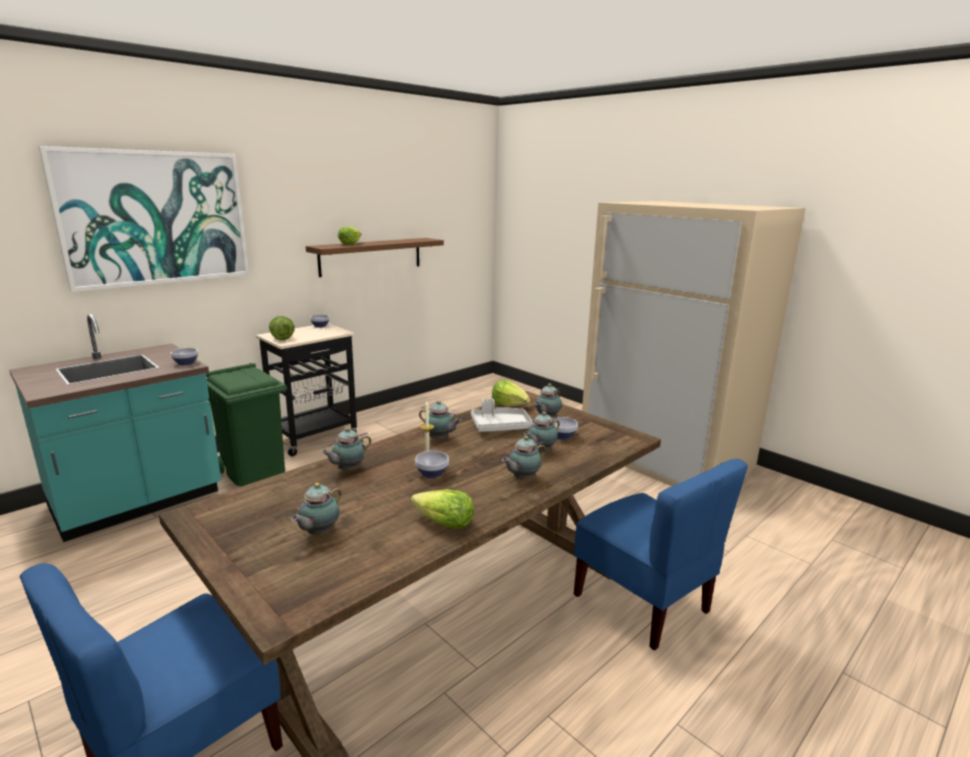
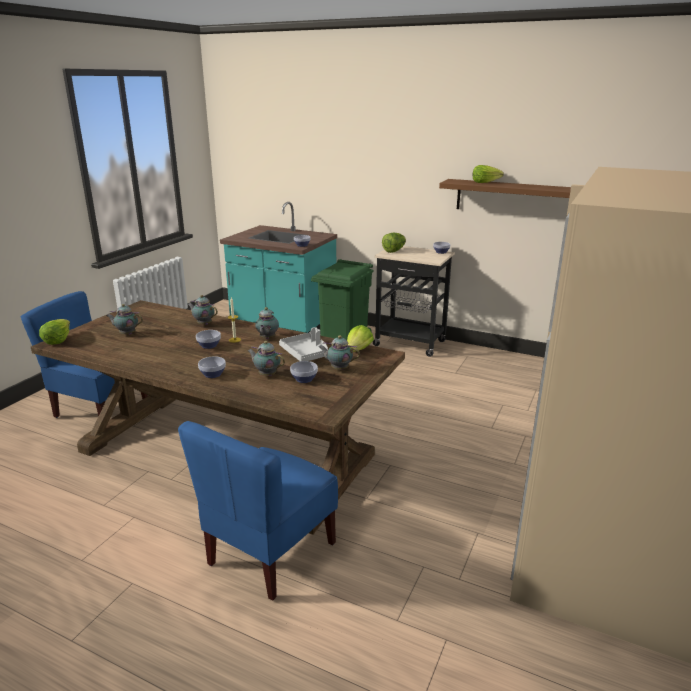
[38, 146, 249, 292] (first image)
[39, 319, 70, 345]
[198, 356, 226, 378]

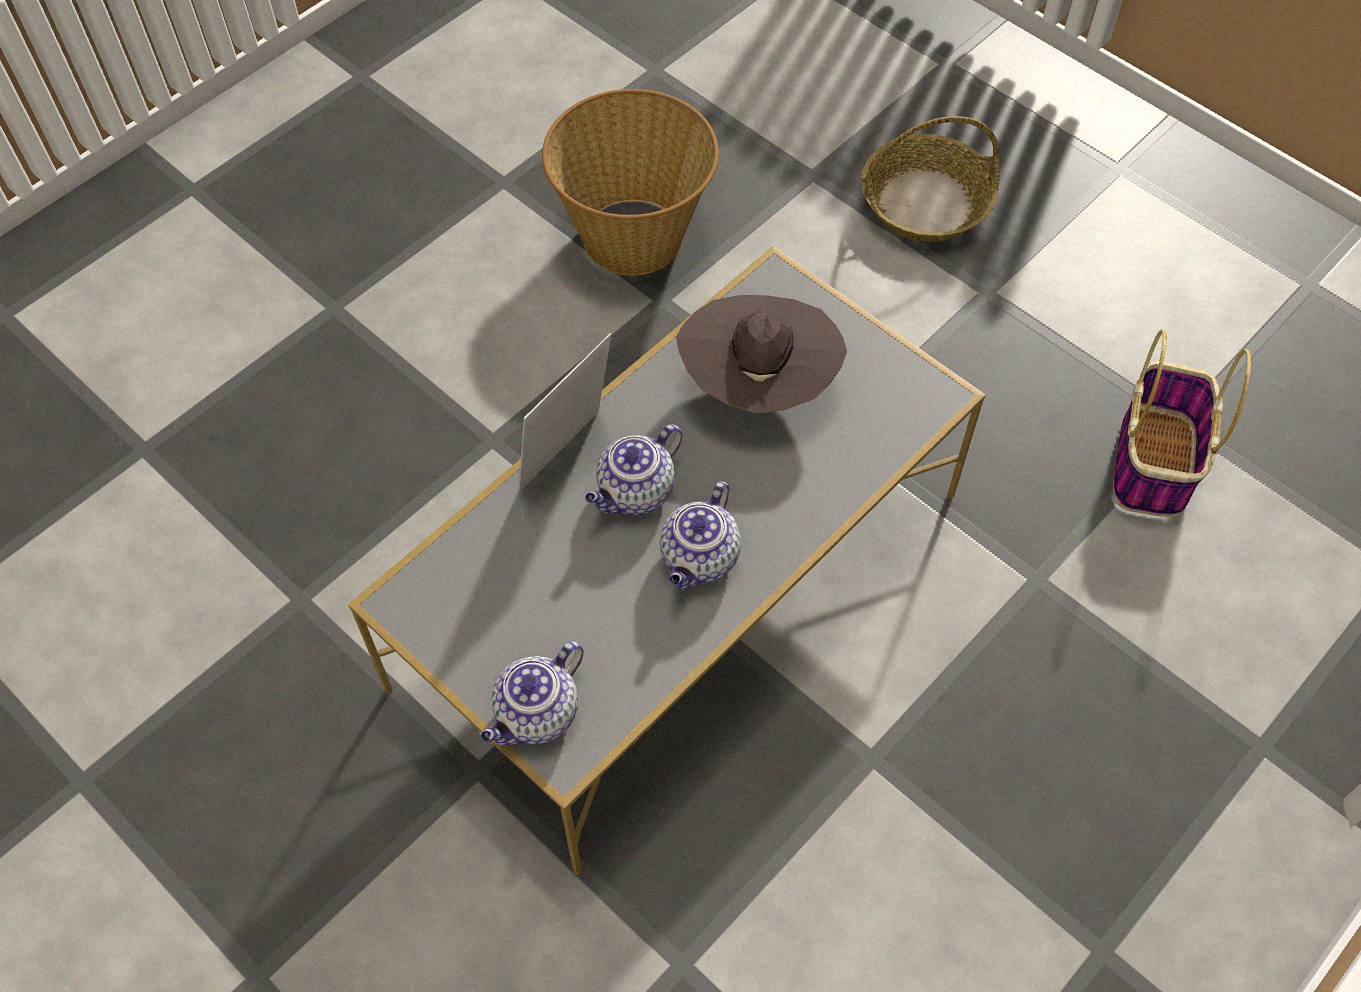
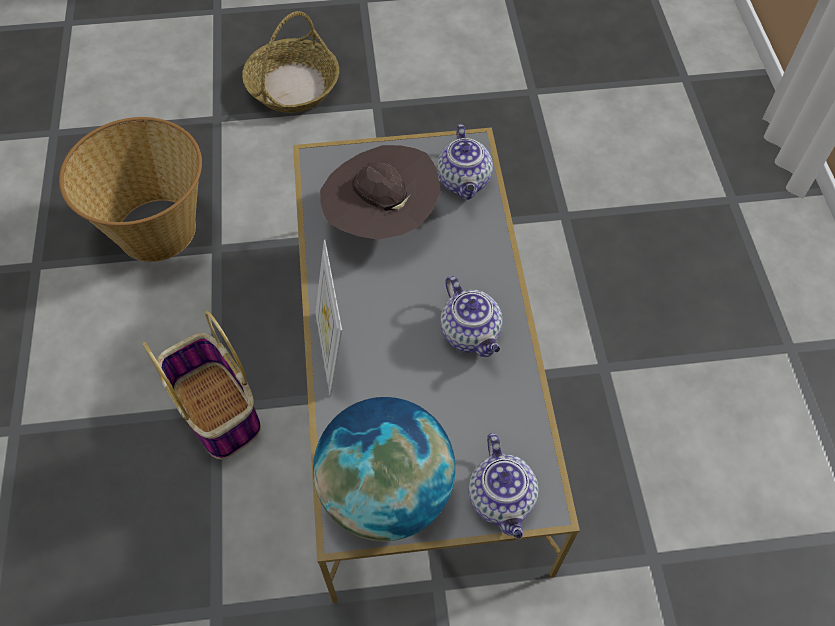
[313, 397, 455, 541]
[437, 124, 493, 200]
[142, 311, 261, 460]

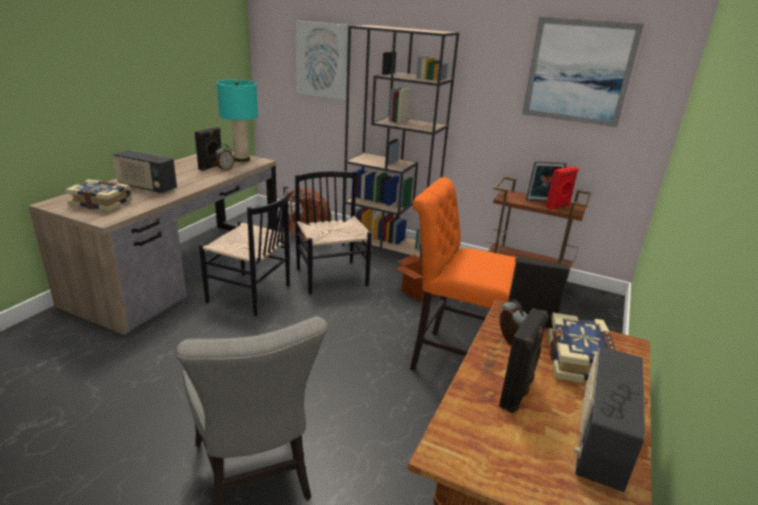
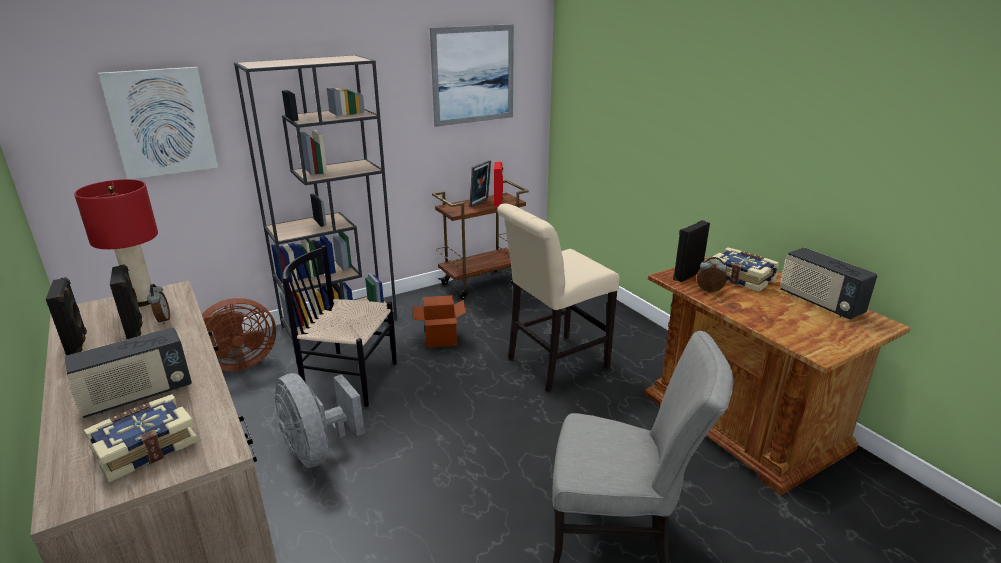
[46, 277, 87, 356]
[274, 373, 365, 468]
[74, 179, 158, 307]
[497, 203, 620, 392]

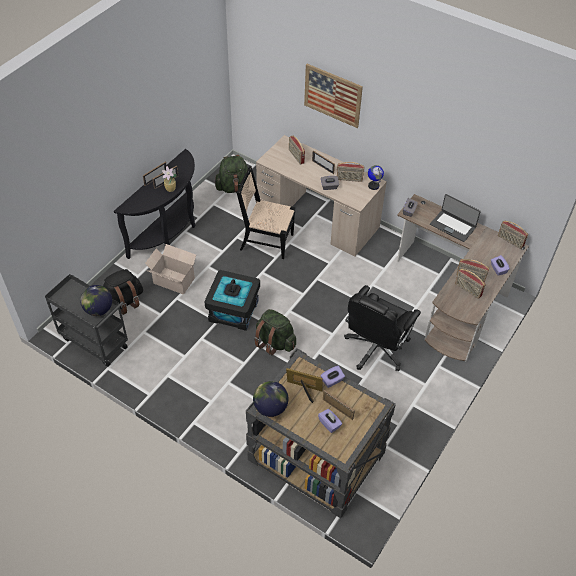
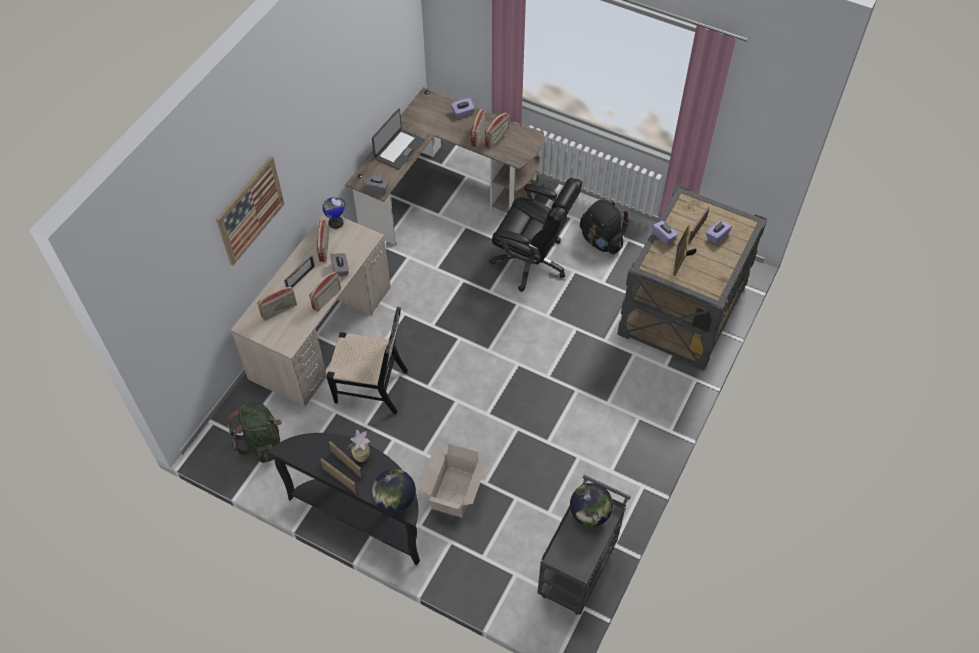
[204, 270, 260, 331] (first image)
[254, 309, 296, 355] (first image)
[580, 199, 629, 254]
[372, 469, 416, 513]
[309, 271, 341, 312]
[327, 307, 408, 414]

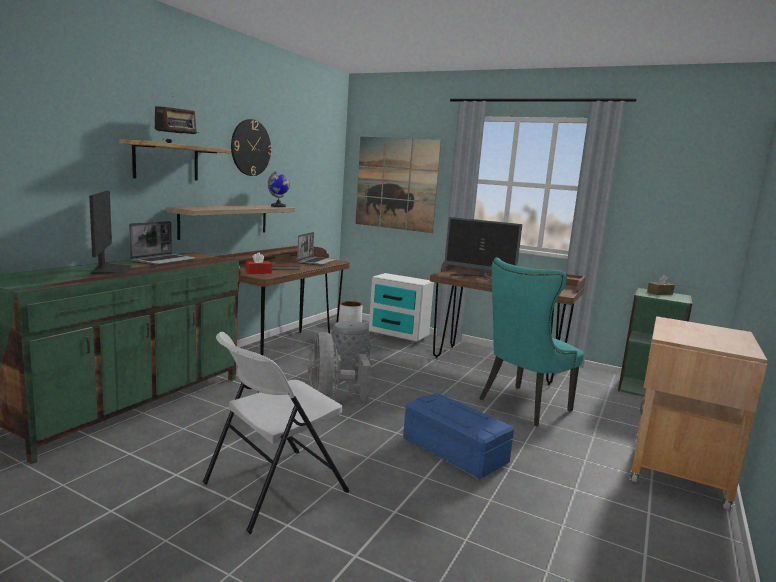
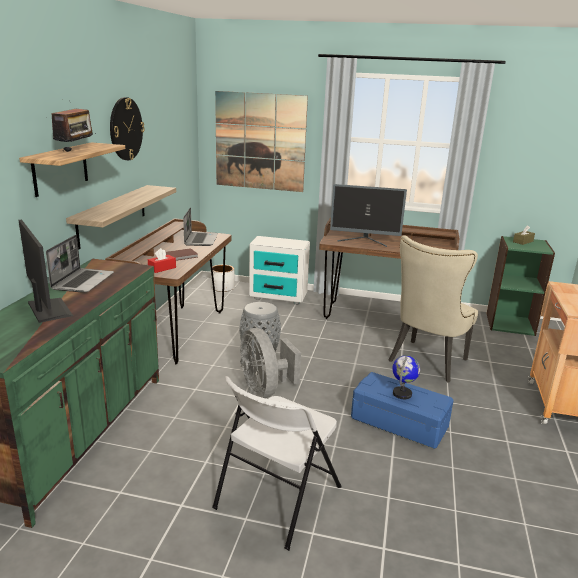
[392, 355, 420, 399]
[389, 235, 478, 382]

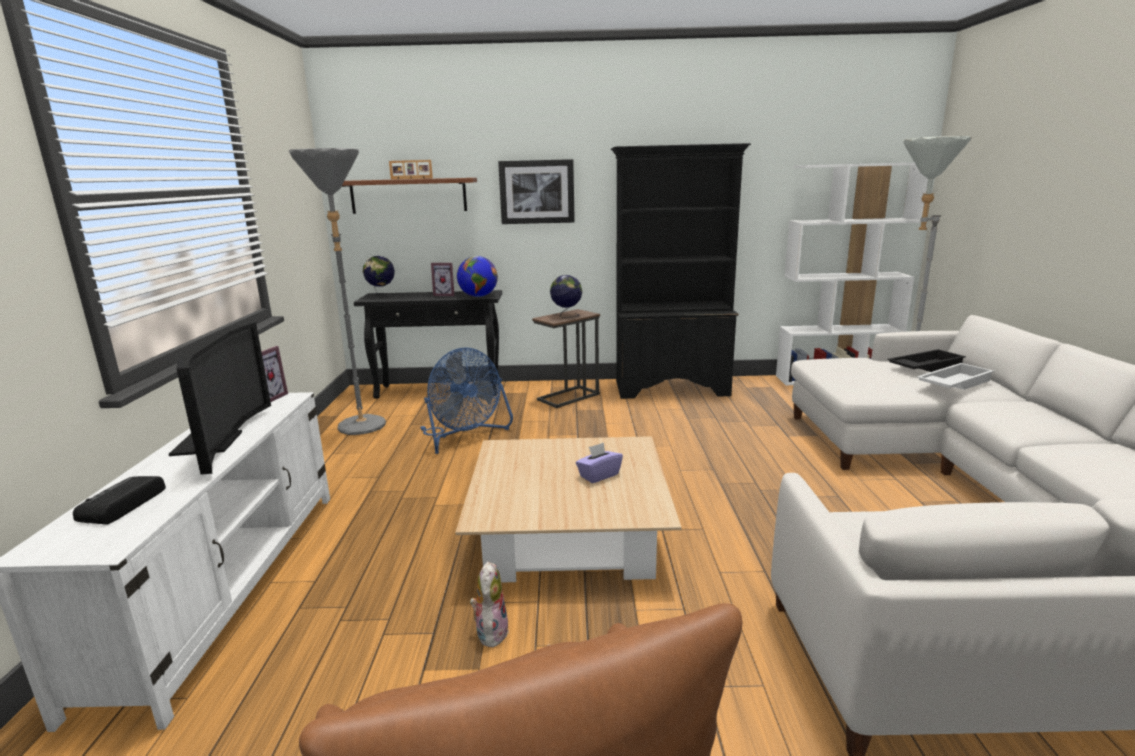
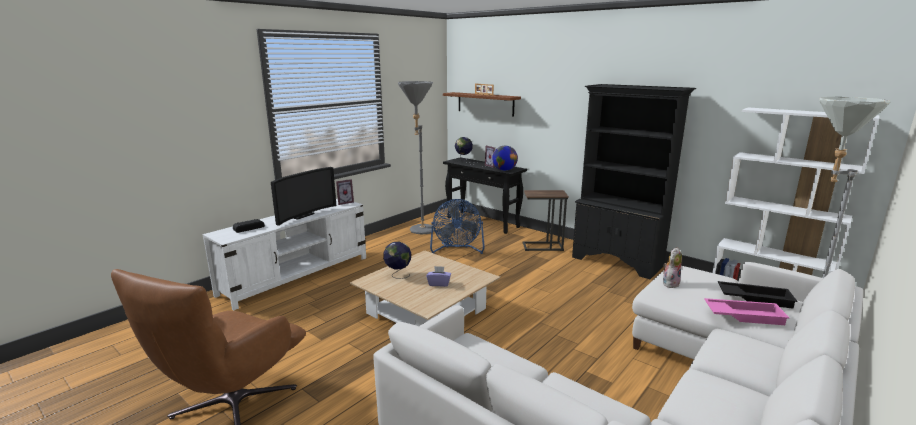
[498, 159, 575, 224] (first image)
[663, 247, 682, 288]
[383, 242, 411, 279]
[704, 298, 789, 325]

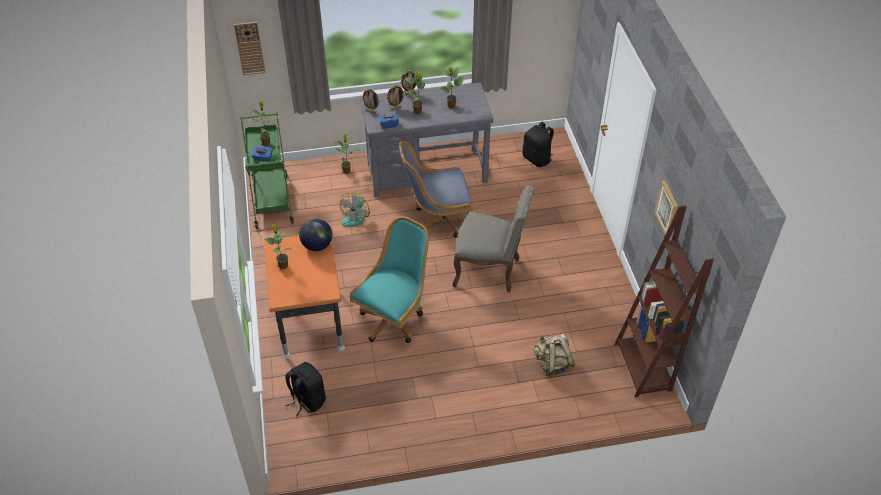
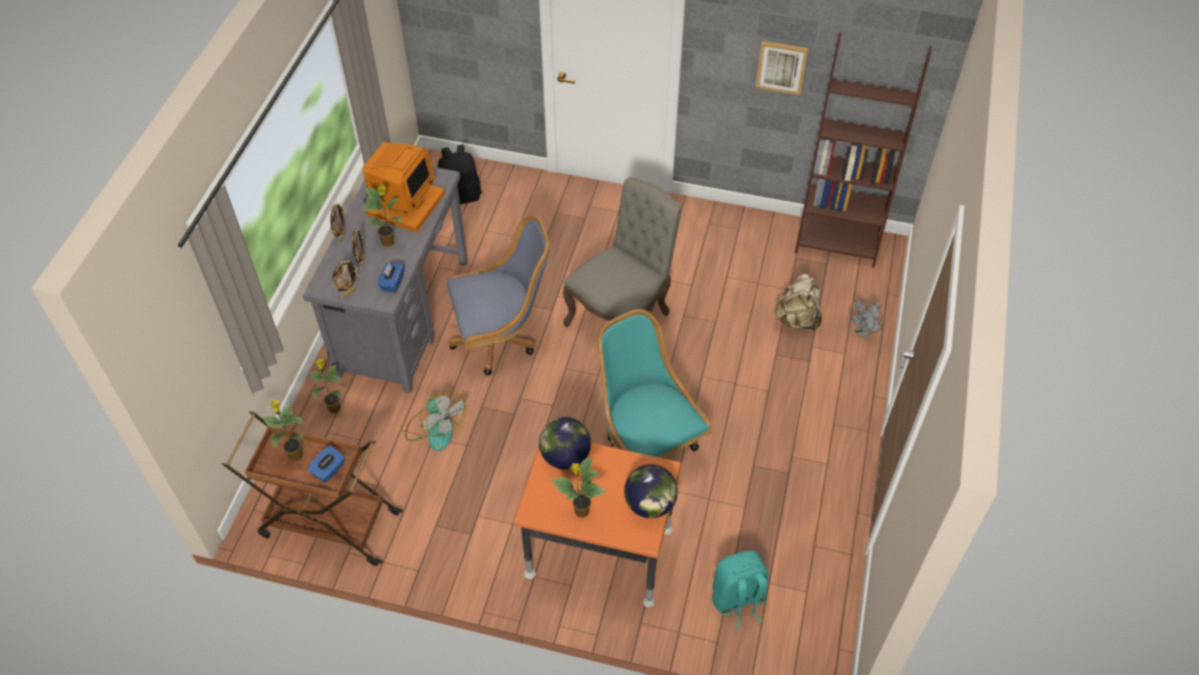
[234, 22, 266, 75] (first image)
[624, 464, 678, 518]
[849, 299, 884, 339]
[363, 141, 445, 232]
[222, 411, 403, 566]
[712, 550, 769, 629]
[447, 215, 550, 375]

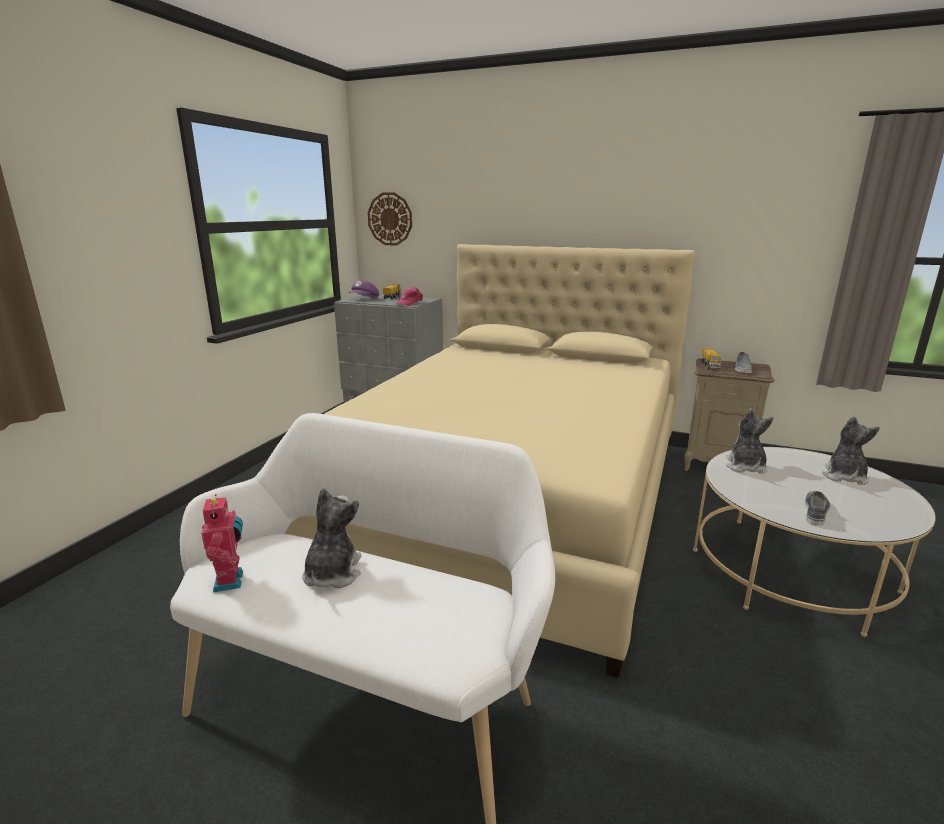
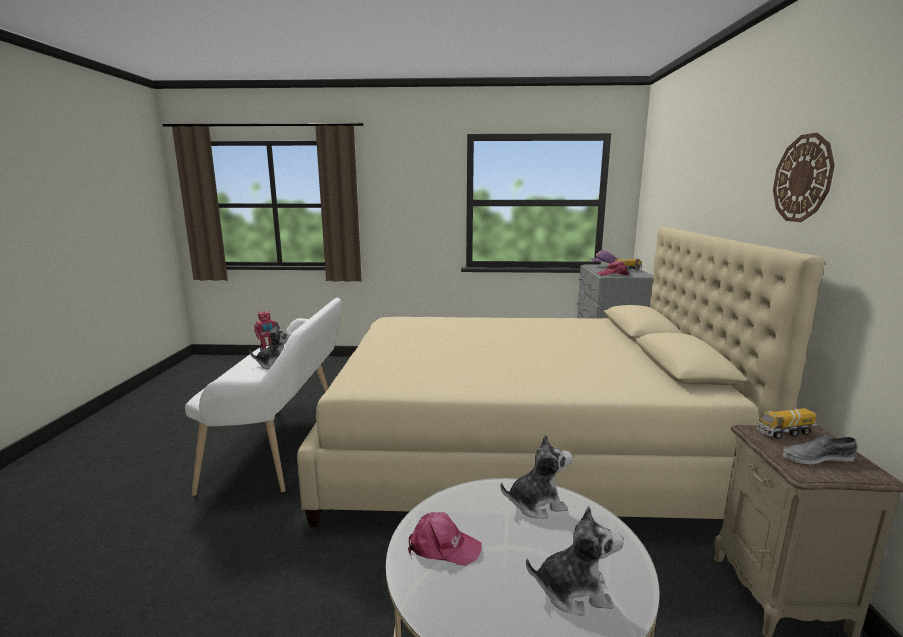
[773, 133, 835, 222]
[408, 512, 482, 566]

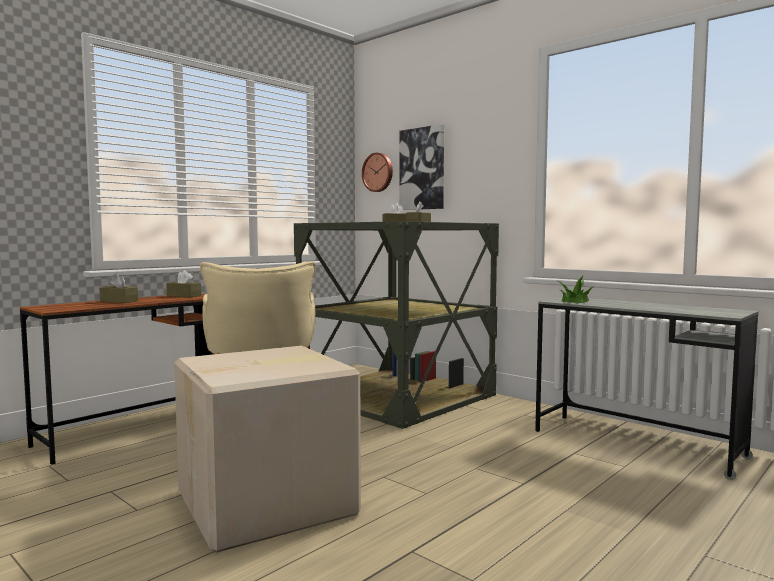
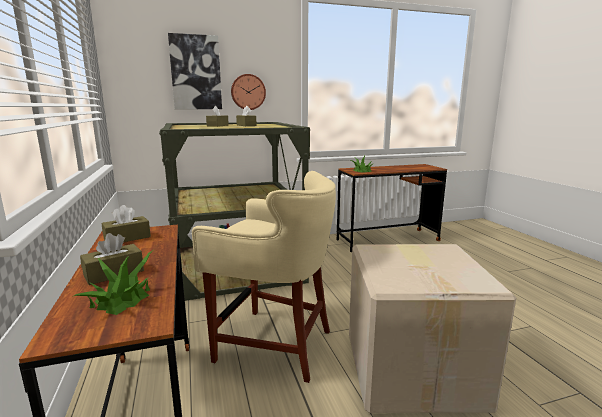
[72, 251, 152, 315]
[231, 74, 266, 110]
[337, 164, 447, 252]

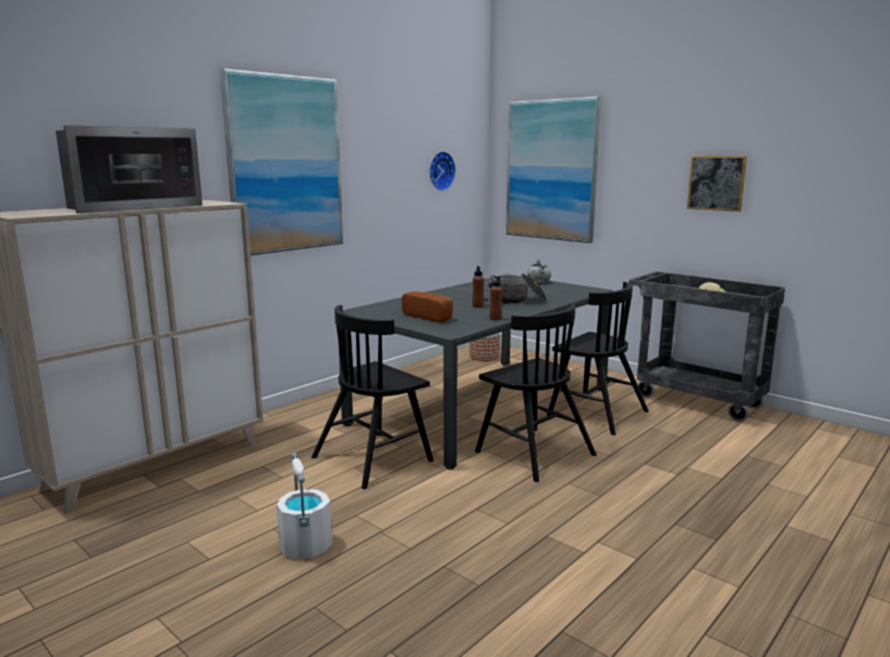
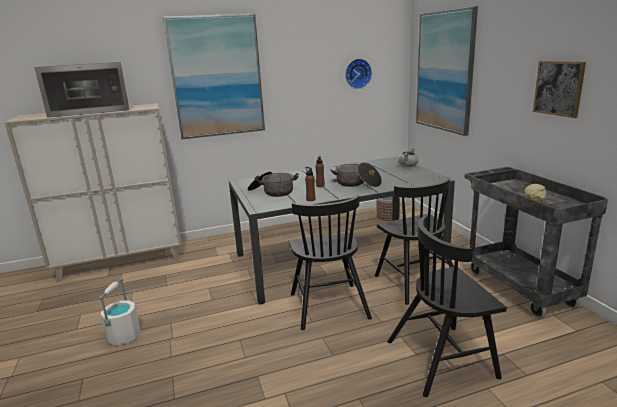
[387, 216, 507, 397]
[248, 172, 299, 197]

